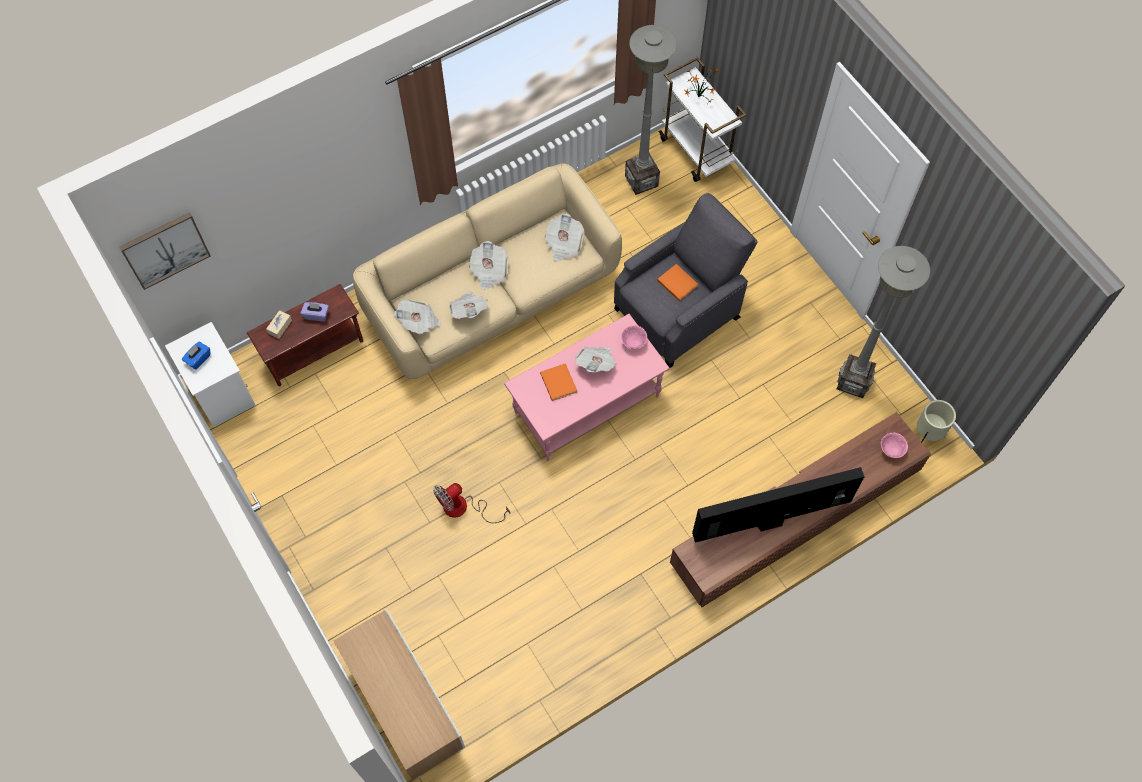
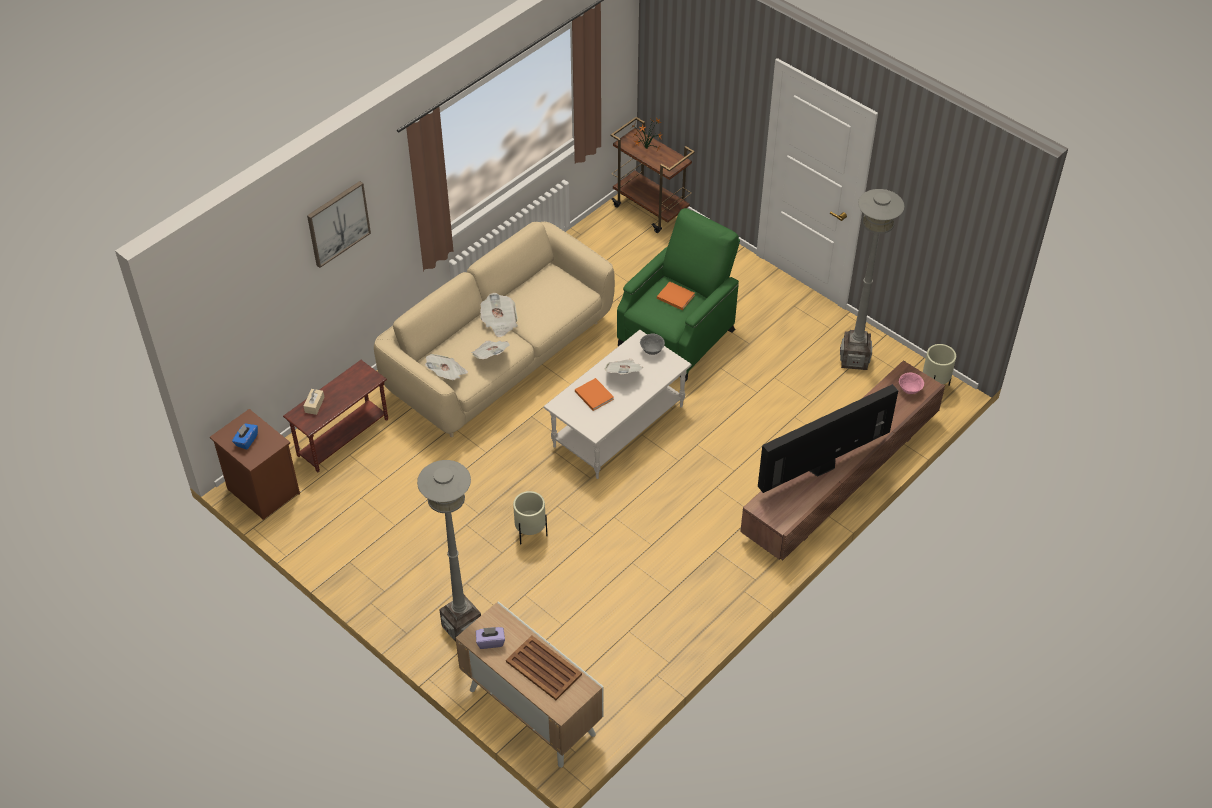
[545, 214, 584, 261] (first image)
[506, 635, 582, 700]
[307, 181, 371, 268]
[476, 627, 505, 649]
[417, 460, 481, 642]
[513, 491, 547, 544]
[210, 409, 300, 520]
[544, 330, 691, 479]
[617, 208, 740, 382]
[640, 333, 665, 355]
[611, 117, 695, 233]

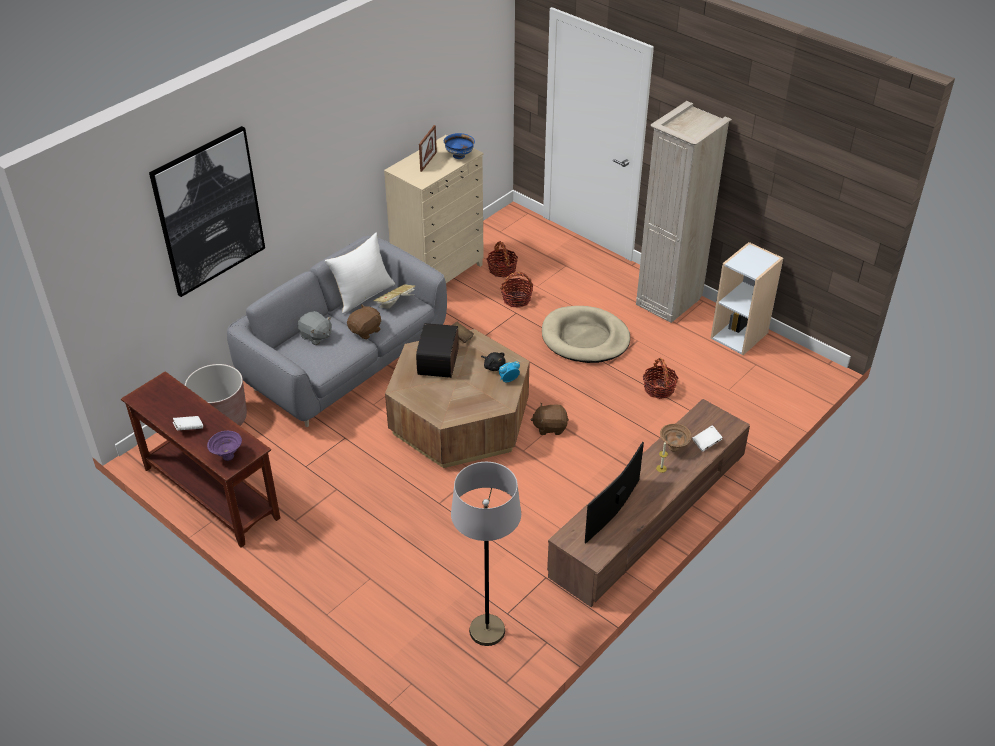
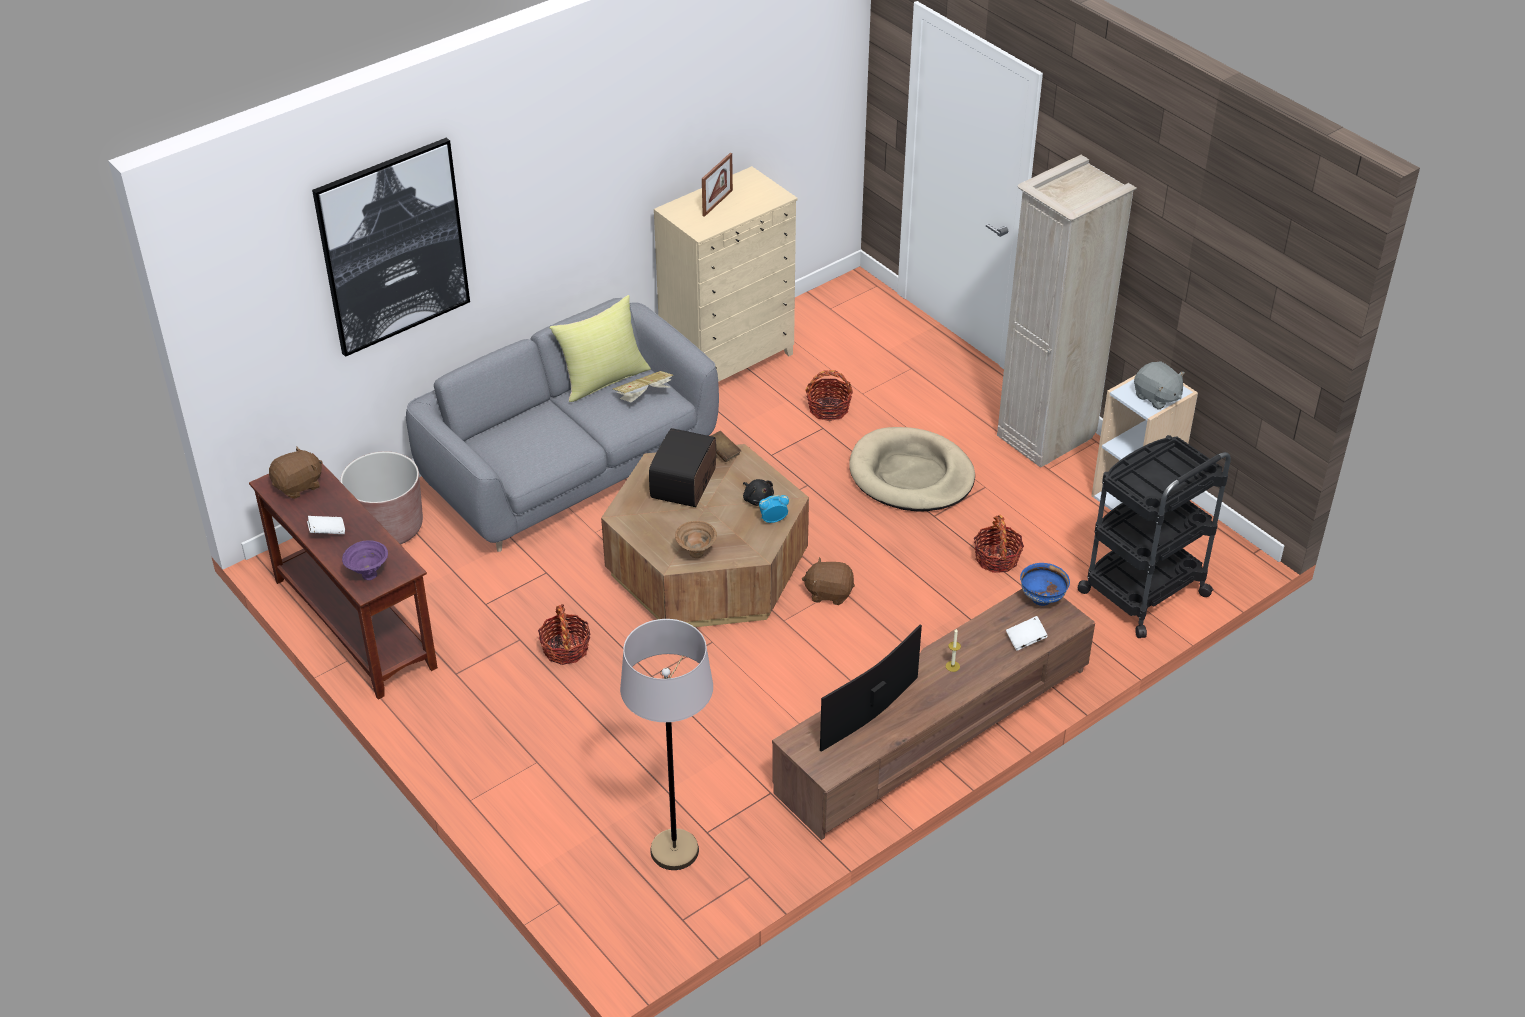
[1077, 435, 1231, 638]
[1134, 361, 1185, 409]
[269, 447, 322, 499]
[1020, 563, 1070, 606]
[538, 604, 590, 665]
[675, 521, 717, 558]
[550, 295, 651, 402]

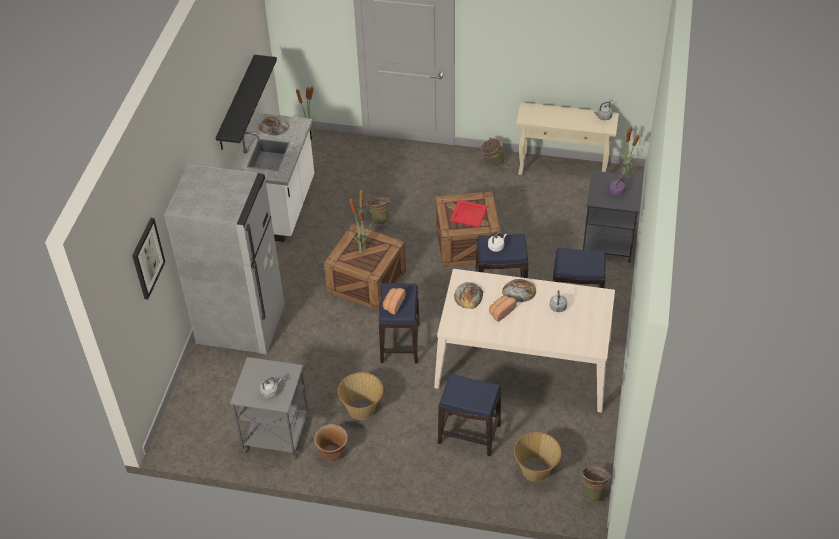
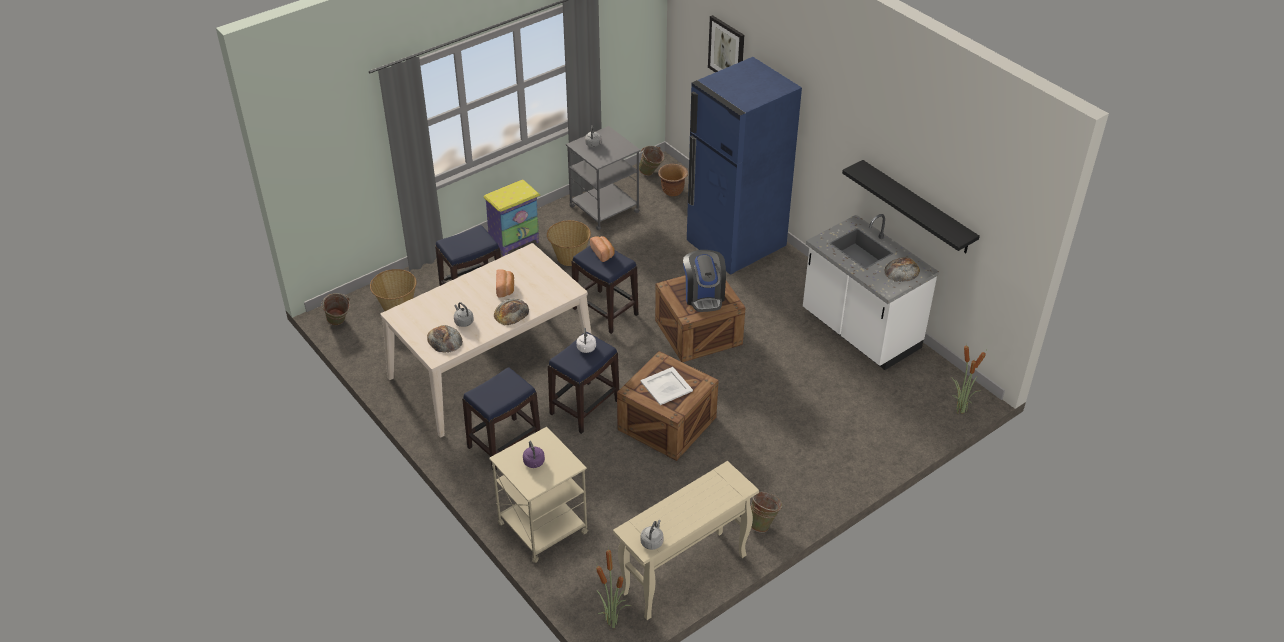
[483, 180, 540, 256]
[658, 164, 688, 197]
[639, 146, 665, 176]
[427, 325, 463, 353]
[683, 250, 726, 312]
[687, 57, 802, 275]
[640, 367, 693, 405]
[489, 427, 588, 563]

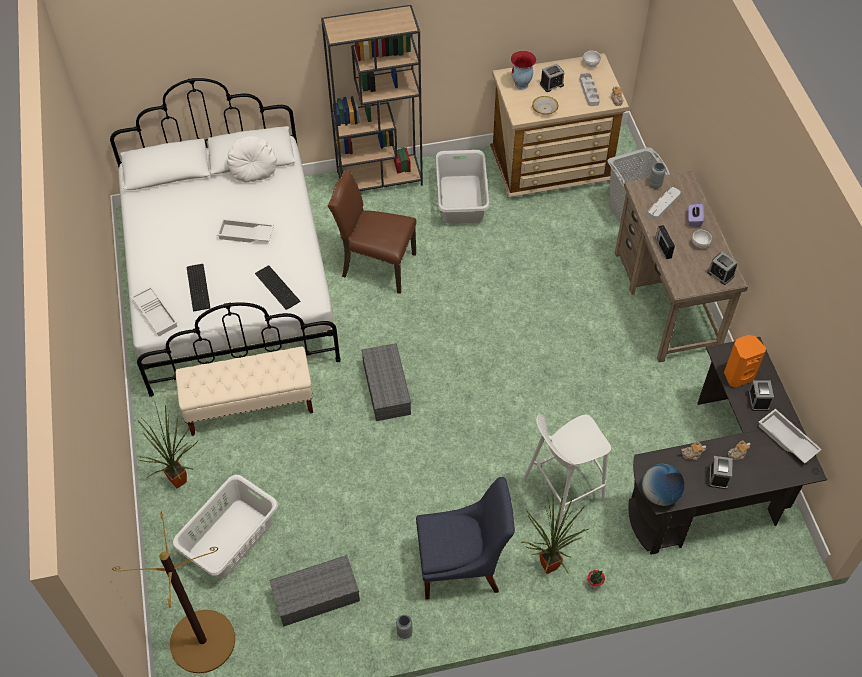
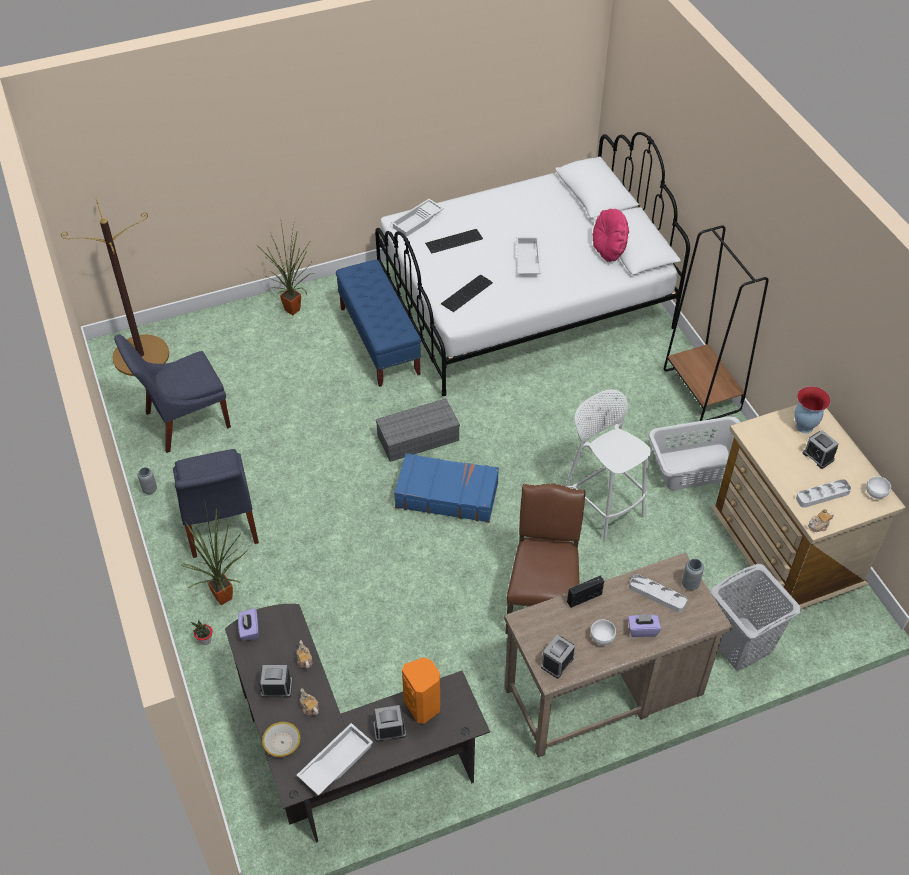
[172, 475, 278, 578] (first image)
[394, 453, 499, 523]
[505, 483, 586, 634]
[566, 390, 651, 542]
[262, 722, 301, 757]
[114, 335, 231, 453]
[664, 225, 769, 421]
[238, 608, 259, 641]
[336, 260, 421, 387]
[592, 209, 629, 262]

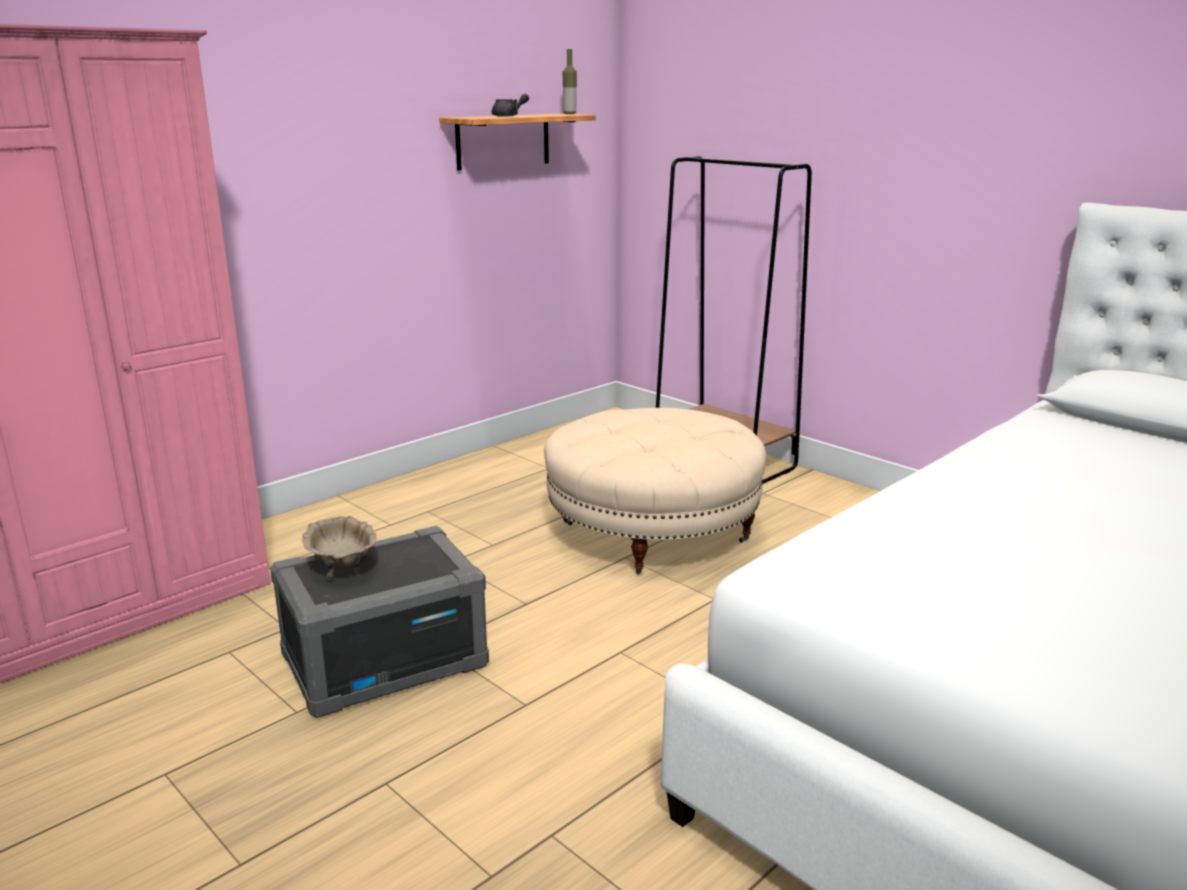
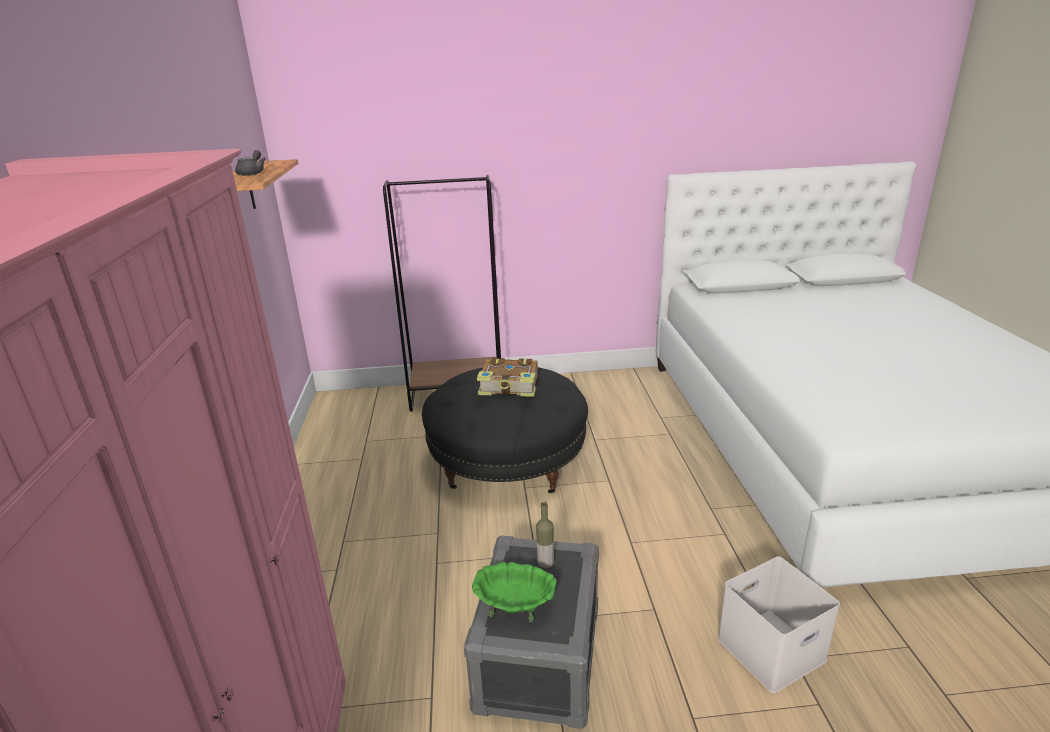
[477, 358, 538, 397]
[718, 556, 840, 694]
[536, 502, 554, 569]
[472, 562, 556, 623]
[422, 367, 588, 493]

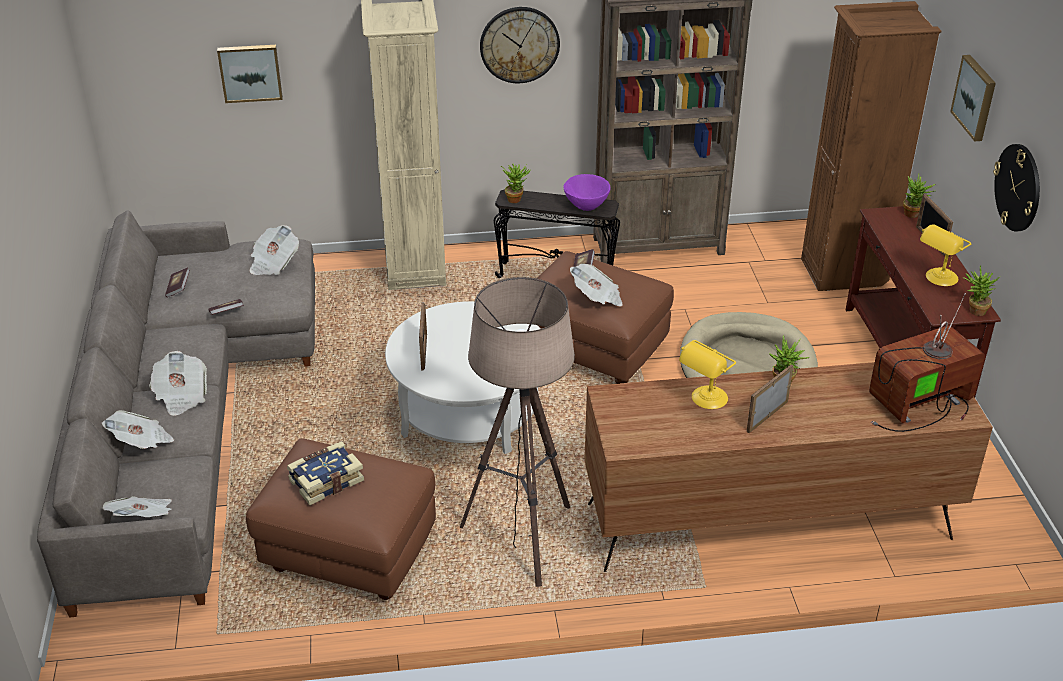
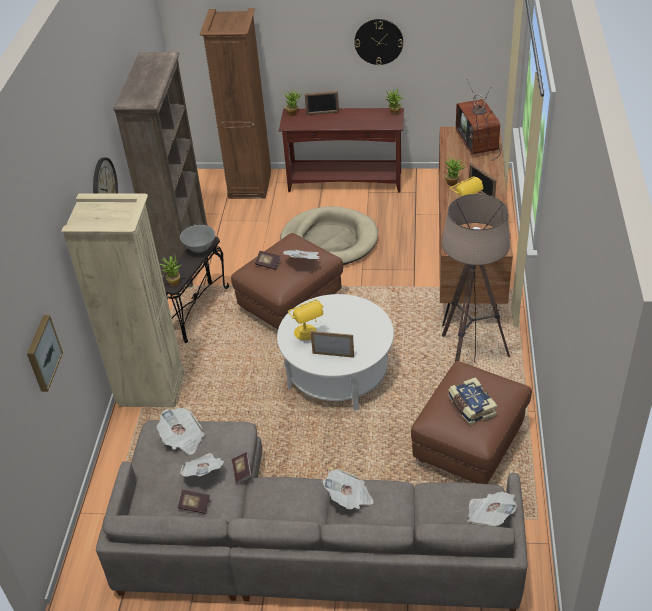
[950, 55, 996, 142] (first image)
[180, 453, 225, 477]
[288, 299, 324, 340]
[180, 225, 215, 253]

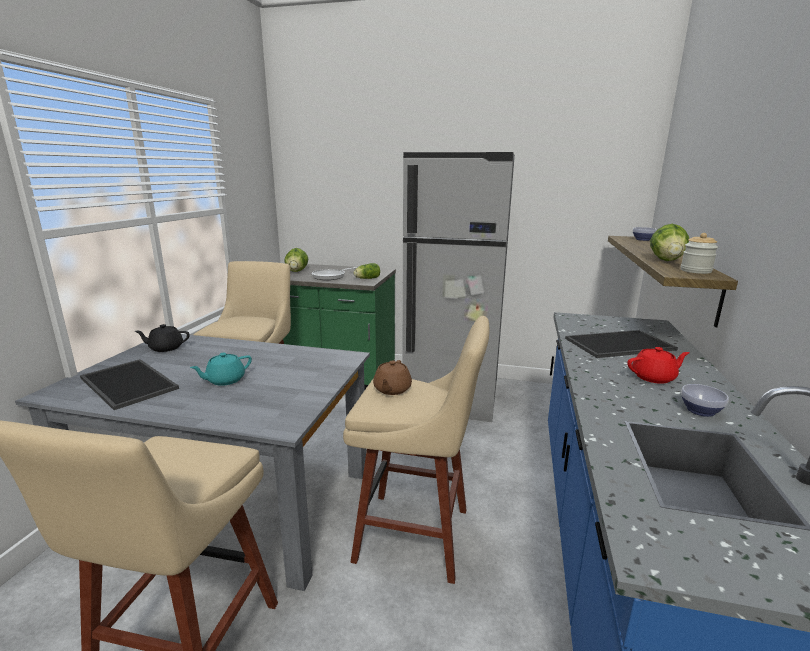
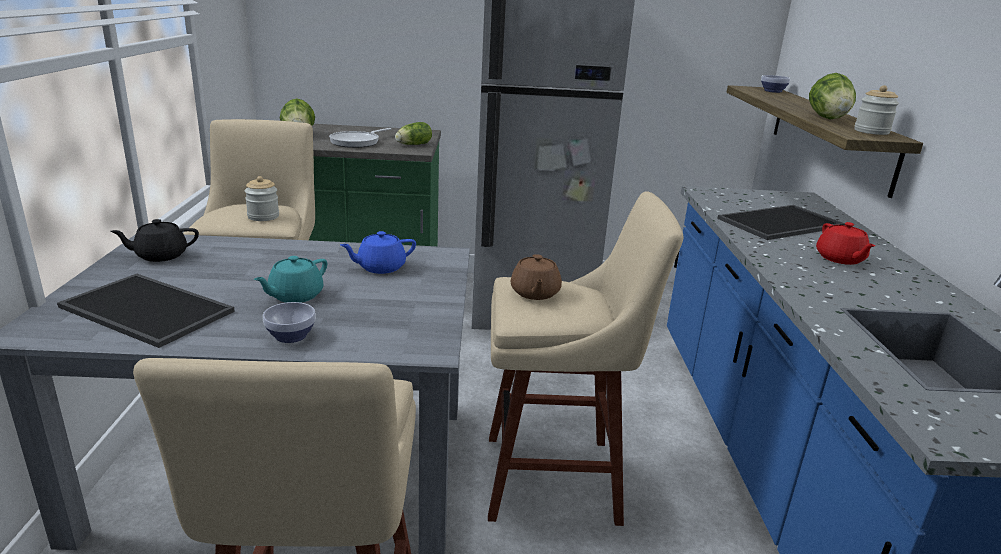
[245, 176, 279, 221]
[340, 231, 416, 274]
[263, 302, 316, 343]
[816, 222, 875, 265]

